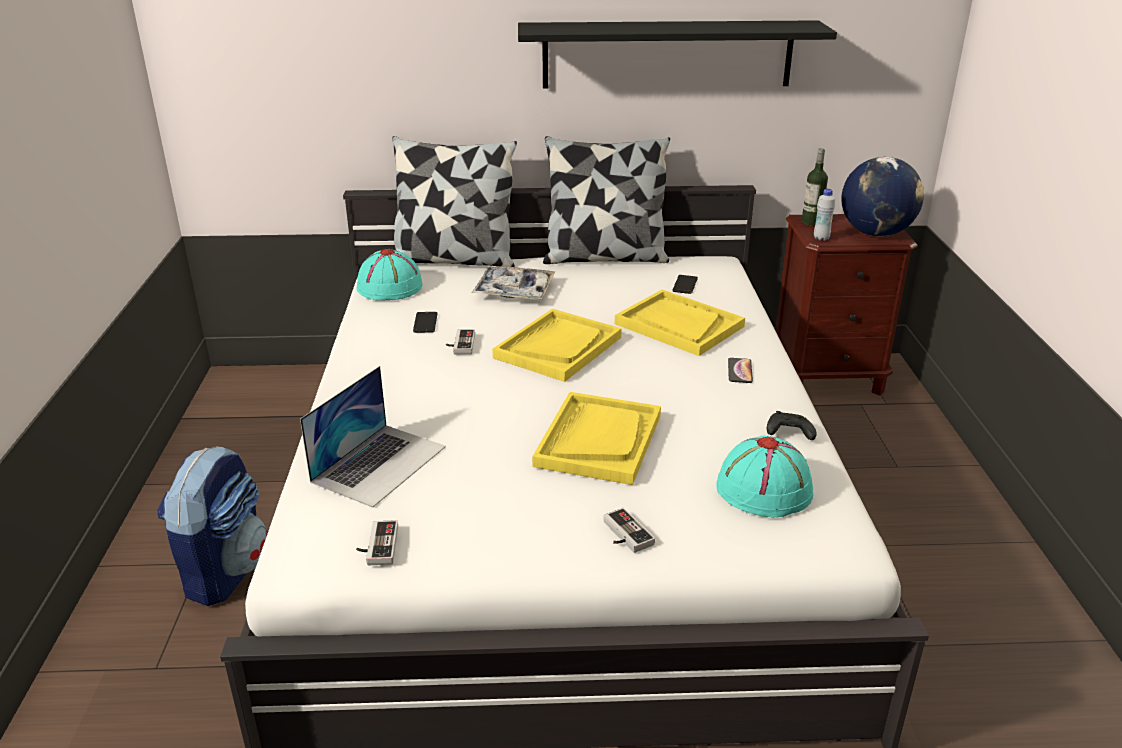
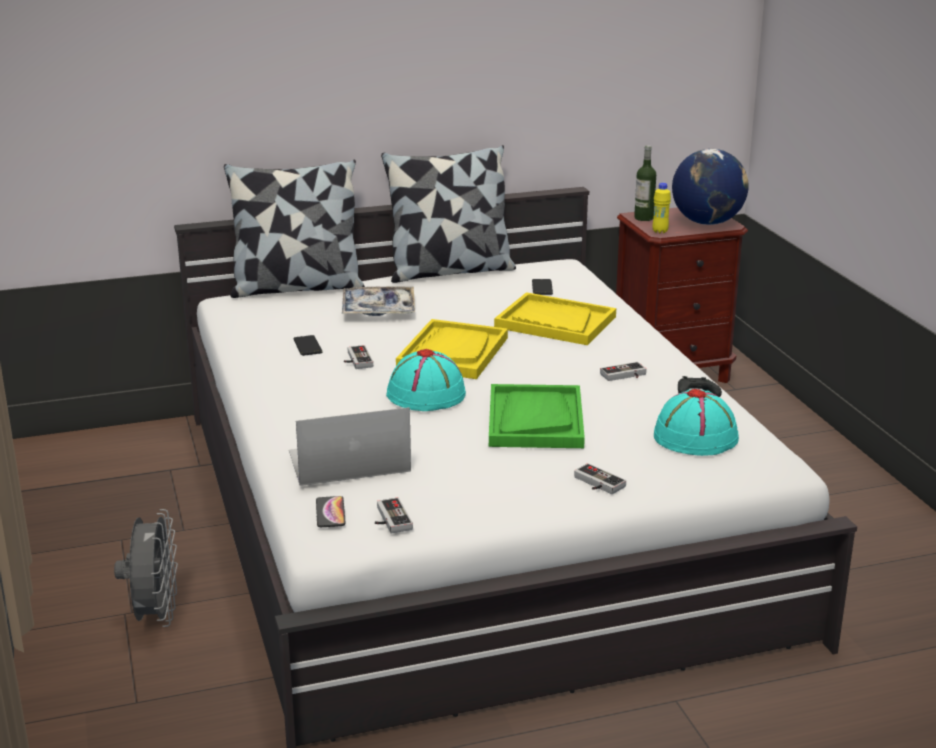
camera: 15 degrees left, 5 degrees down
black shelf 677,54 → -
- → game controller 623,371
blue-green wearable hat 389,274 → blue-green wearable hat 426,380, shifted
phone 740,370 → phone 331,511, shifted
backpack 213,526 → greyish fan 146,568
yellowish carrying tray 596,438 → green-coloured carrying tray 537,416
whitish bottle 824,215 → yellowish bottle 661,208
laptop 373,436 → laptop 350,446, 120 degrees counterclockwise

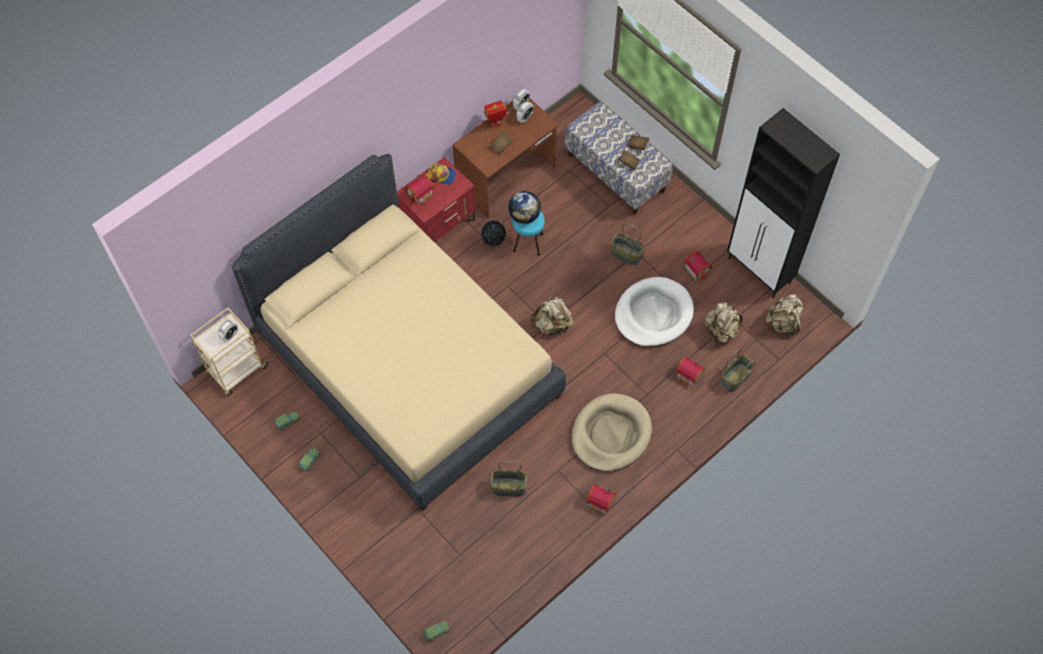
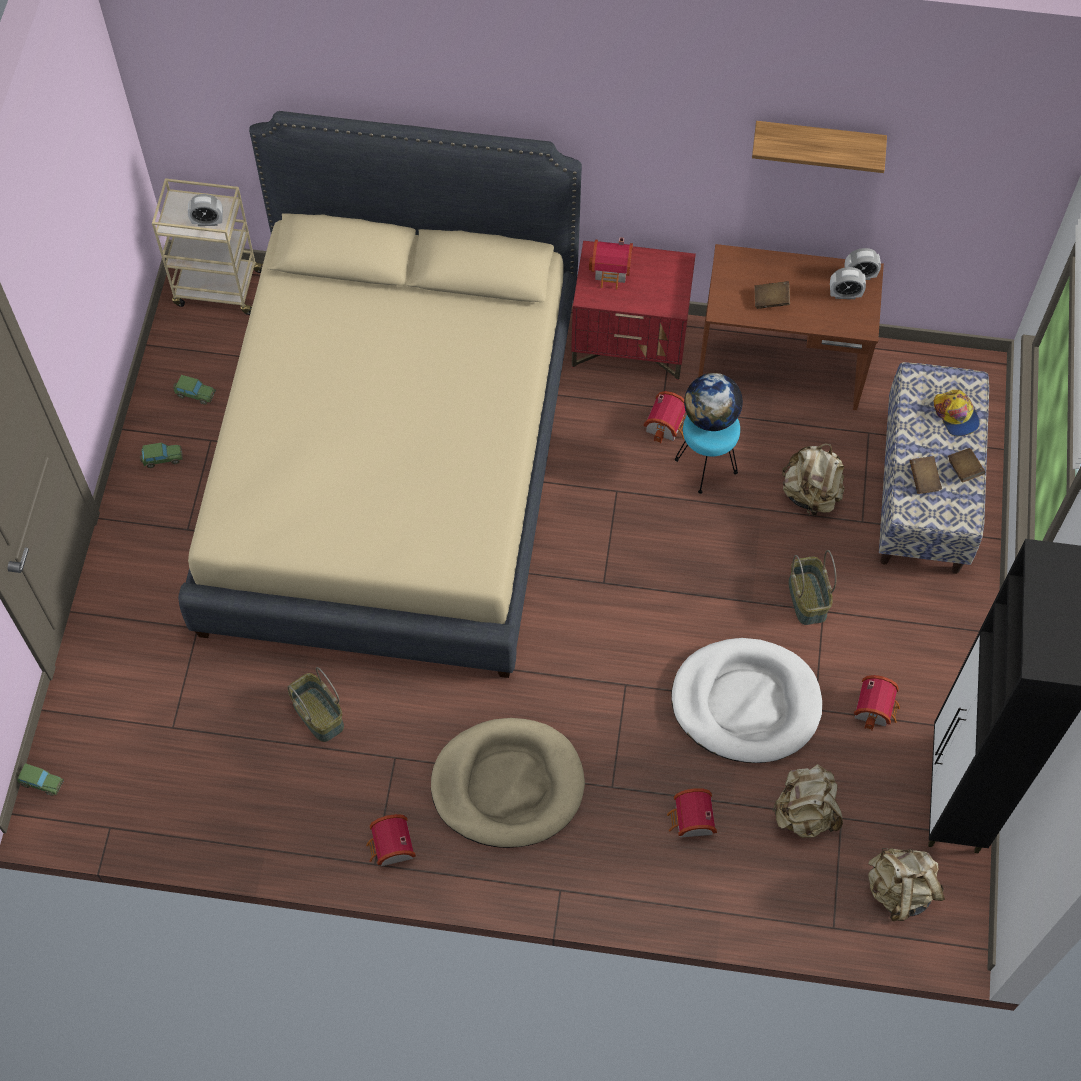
camera: 50 degrees right, 0 degrees up
model robot 495,114 → -
basket 738,370 → -
- → shelf 819,147
cap 441,174 → cap 957,413, shifted
sand-coloured backpack 552,315 → sand-coloured backpack 813,479, shifted
desk globe 493,233 → miniature house 664,417

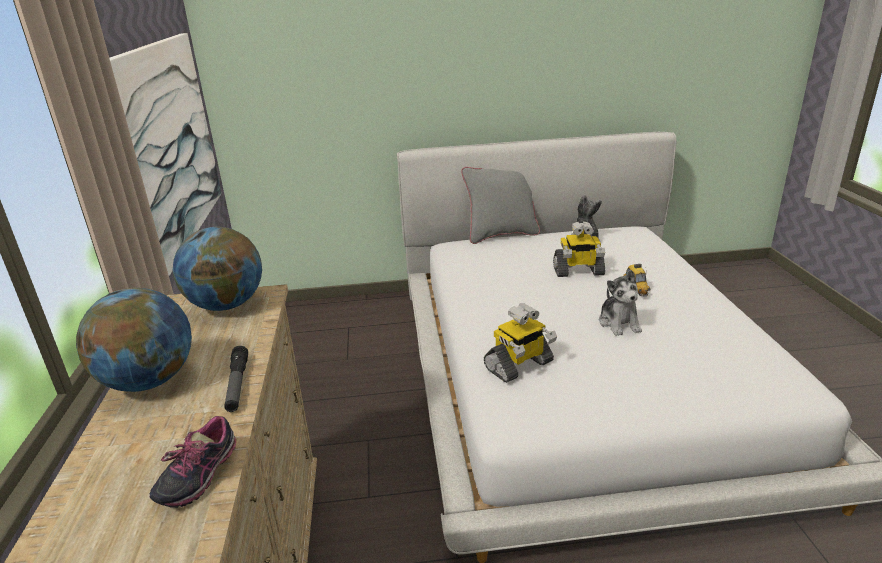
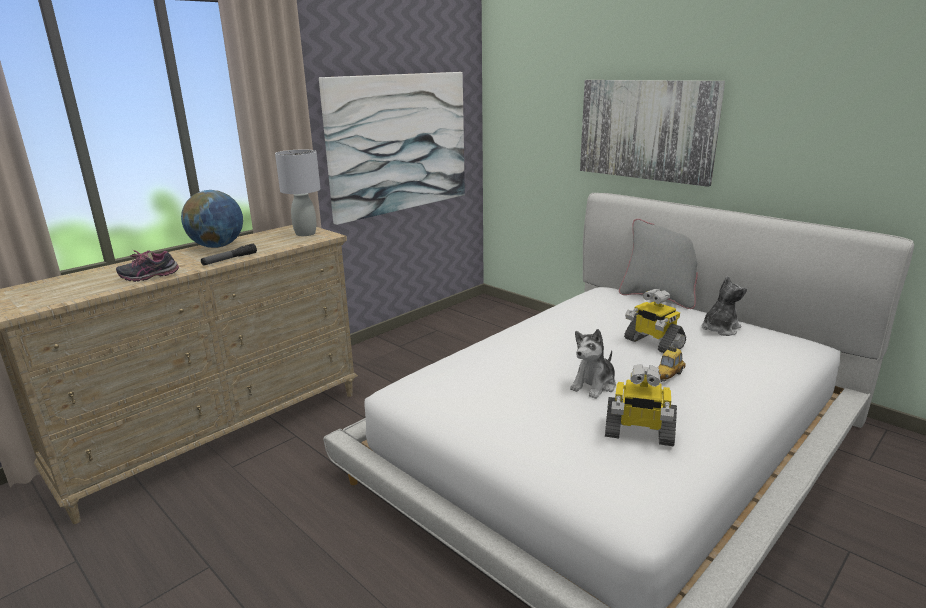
camera: 50 degrees right, 5 degrees down
- → wall picture 652,133
model robot 520,343 → model robot 641,405, shifted
desk globe 217,269 → greyish table lamp 297,193

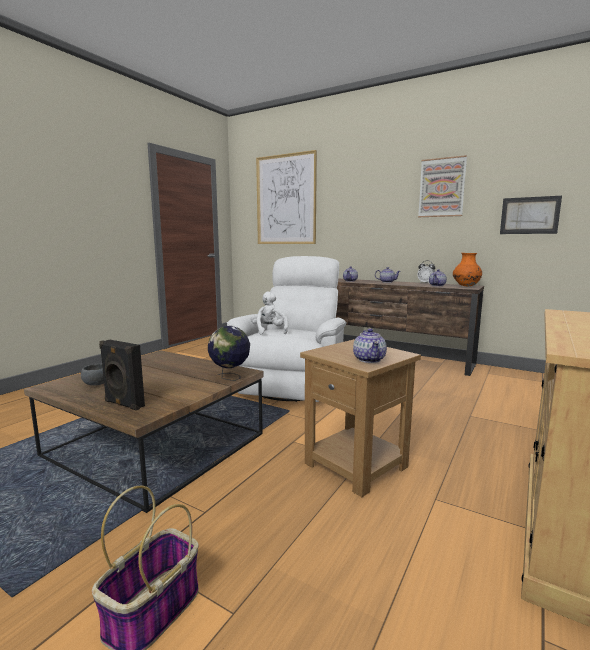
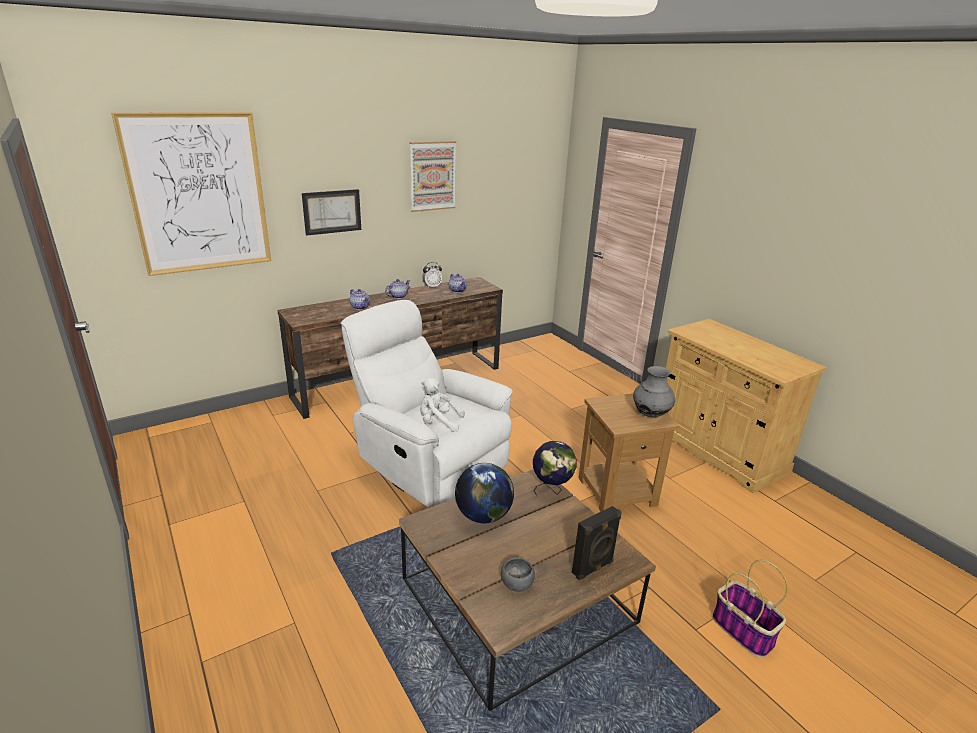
camera: 65 degrees left, 15 degrees up
orange-coloured decorative vase 467,269 → -
- → desk globe 484,493
wall picture 531,215 → wall picture 331,212, shifted
pot for tea 370,345 → greyish decorative vase 654,391

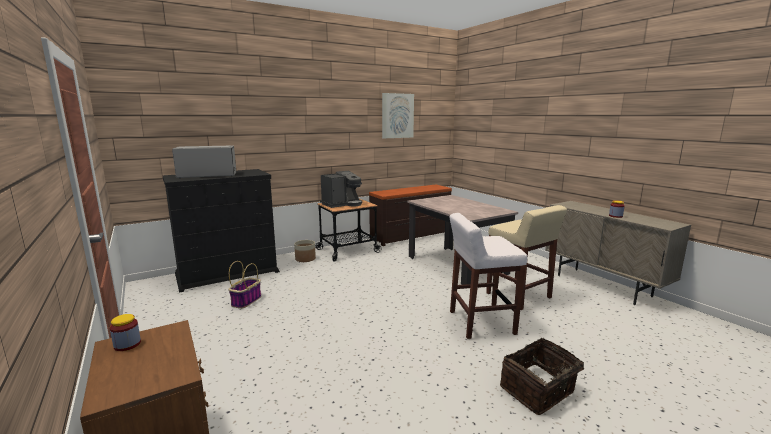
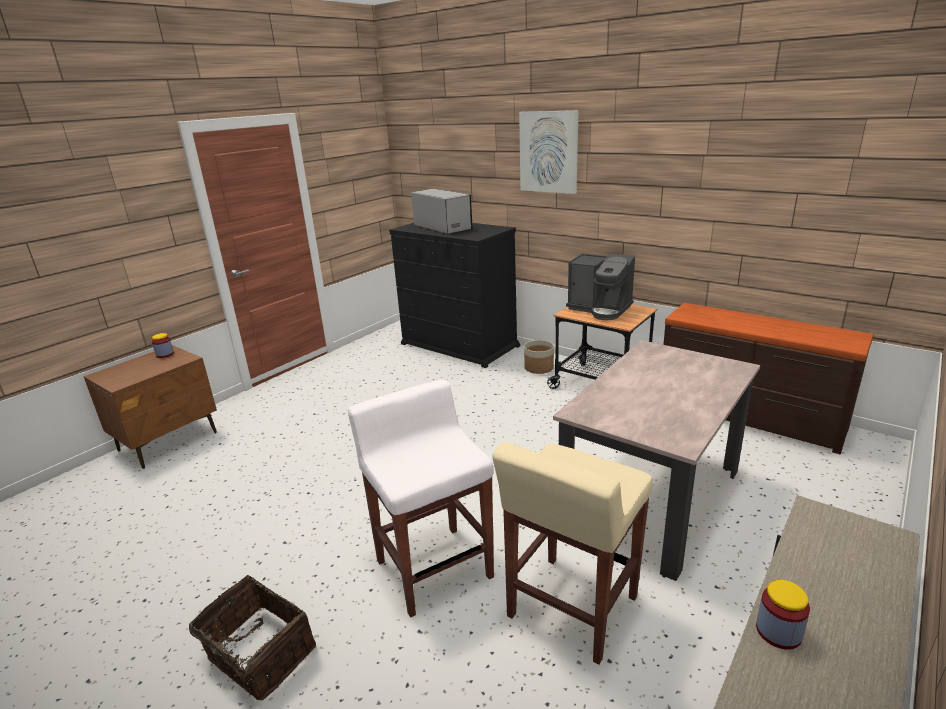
camera: 70 degrees right, 10 degrees up
basket 244,285 → -
wall picture 398,116 → wall picture 549,152, shifted

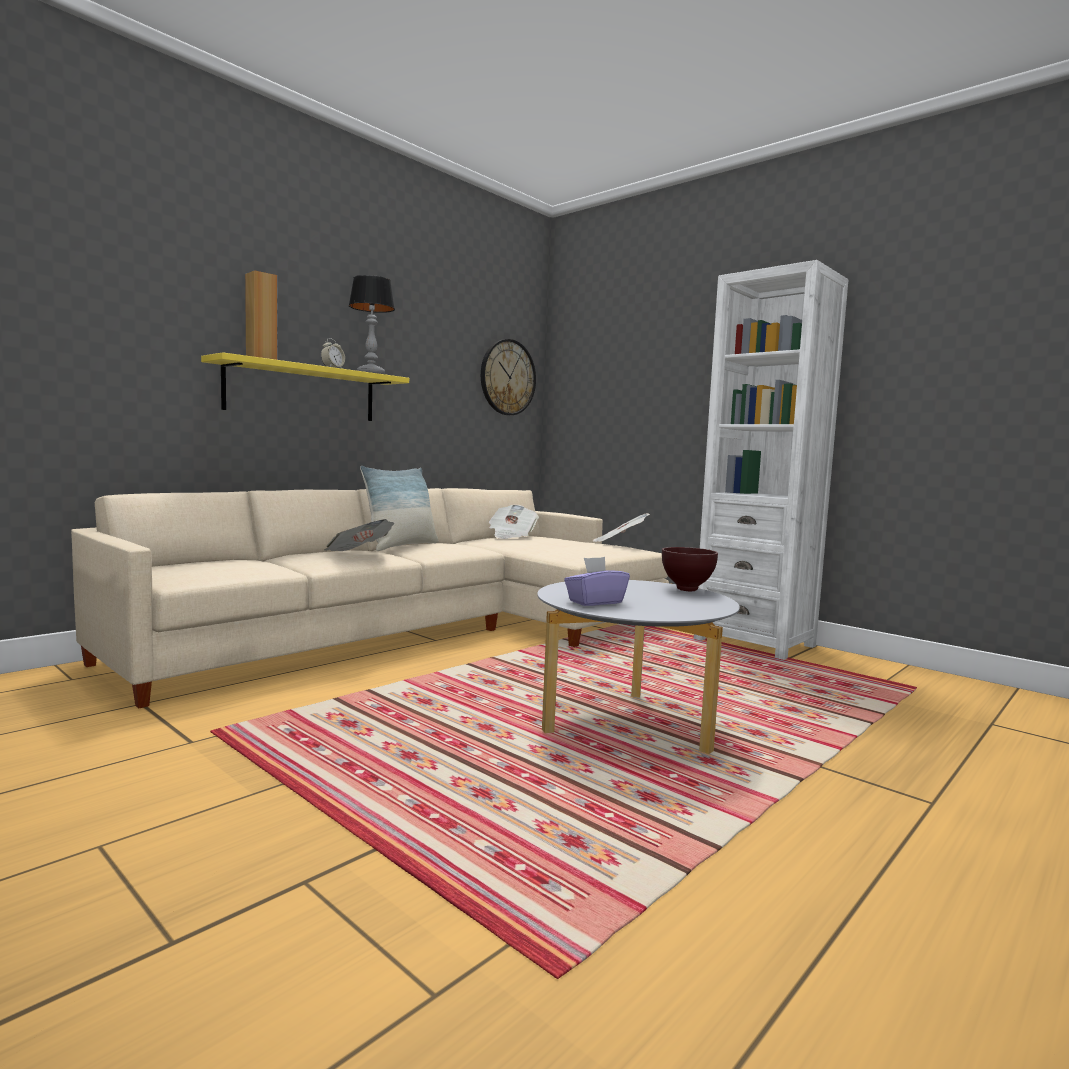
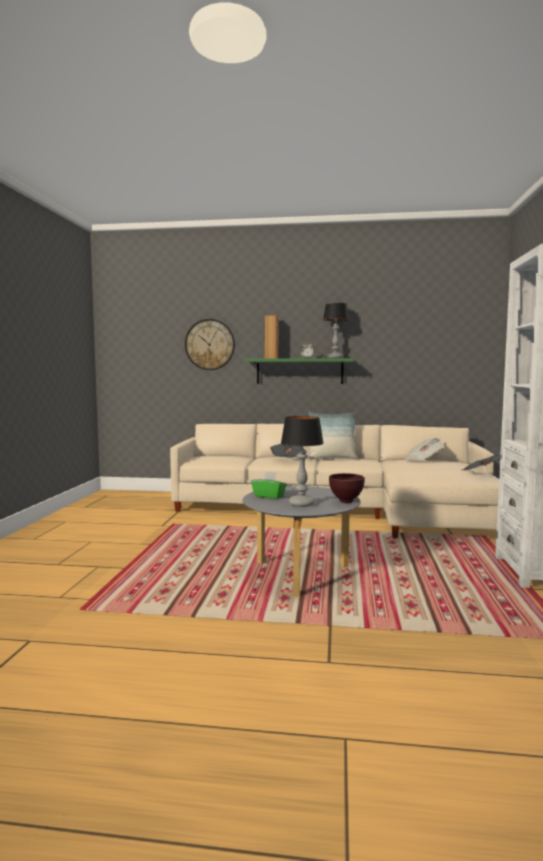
camera: 55 degrees right, 0 degrees up
- → table lamp 302,461
clock on the wall 508,377 → clock on the wall 210,344, shifted
yellowish shelf 305,386 → green-coloured shelf 299,371
purple box of tissues 597,581 → green-coloured box of tissues 269,485

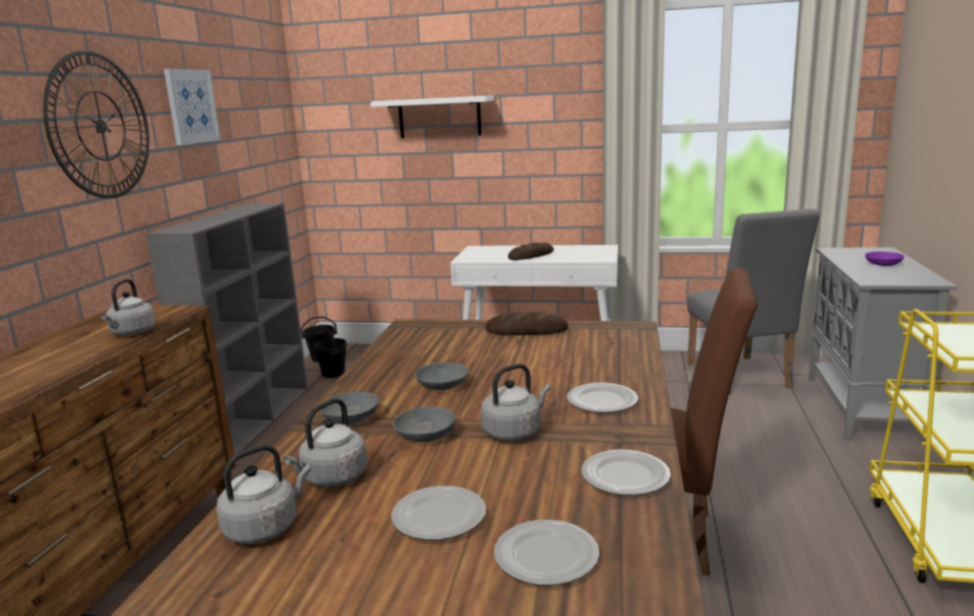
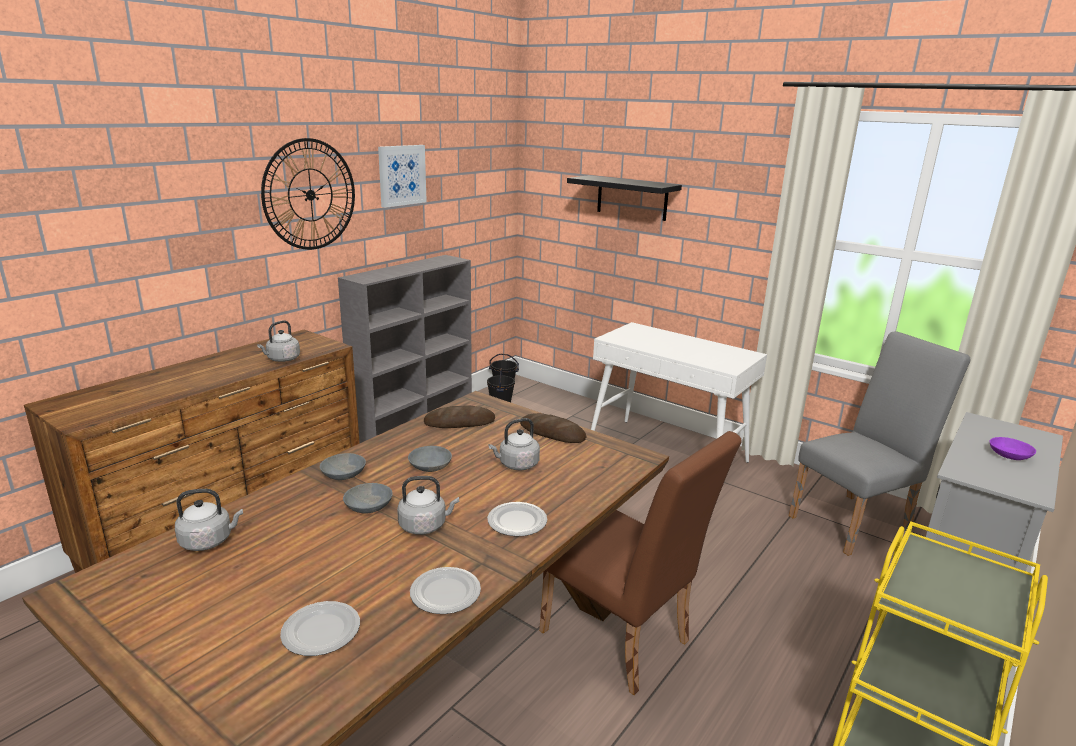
camera: 25 degrees right, 5 degrees up
dinner plate 438,513 → -
greyish water kettle 325,442 → greyish water kettle 514,444, shifted
baked bread 531,251 → baked bread 459,416, shifted
whitish shelf 432,116 → black shelf 624,198
greyish upright chair 753,302 → greyish upright chair 880,443, 135 degrees counterclockwise

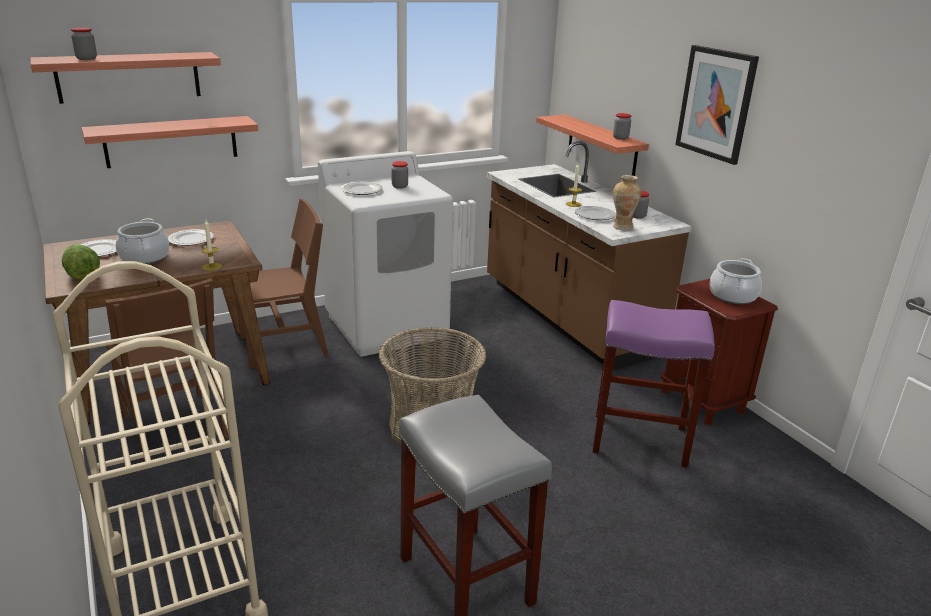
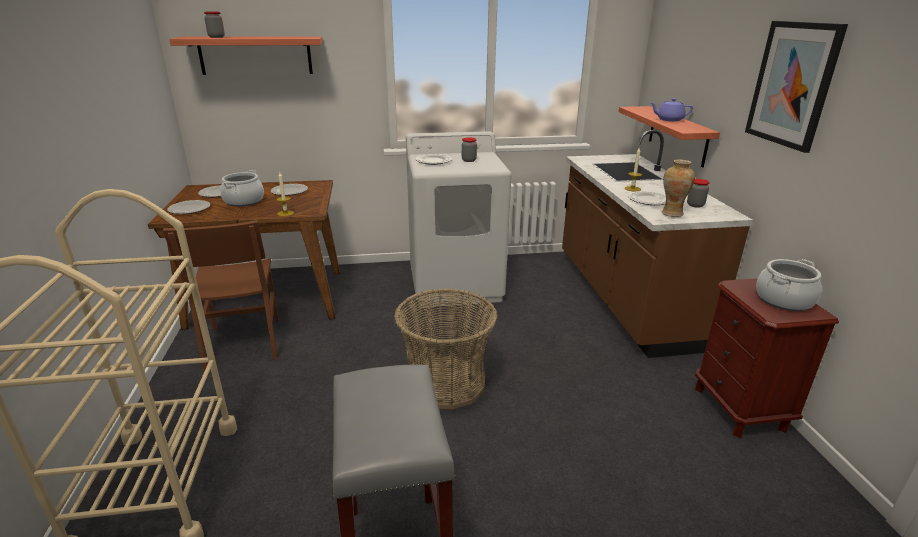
camera: 20 degrees right, 0 degrees up
shelf 169,142 → -
brown upright chair 282,284 → -
purple sitting stool 654,383 → -
preserve jar 622,126 → -
- → purple pot for tea 672,109
lettuce head 81,262 → dinner plate 188,207

